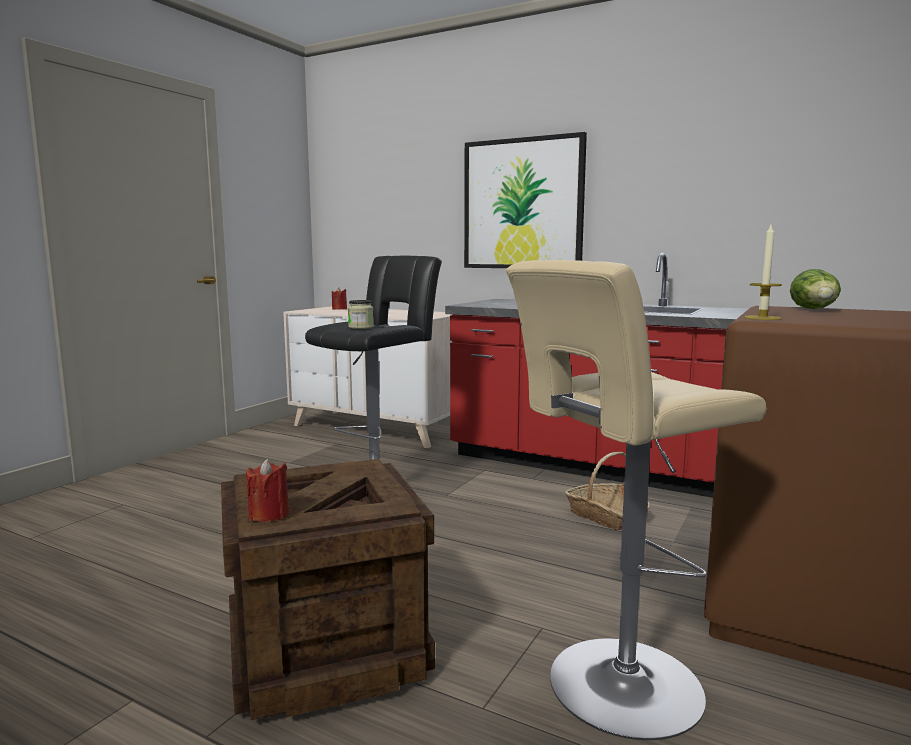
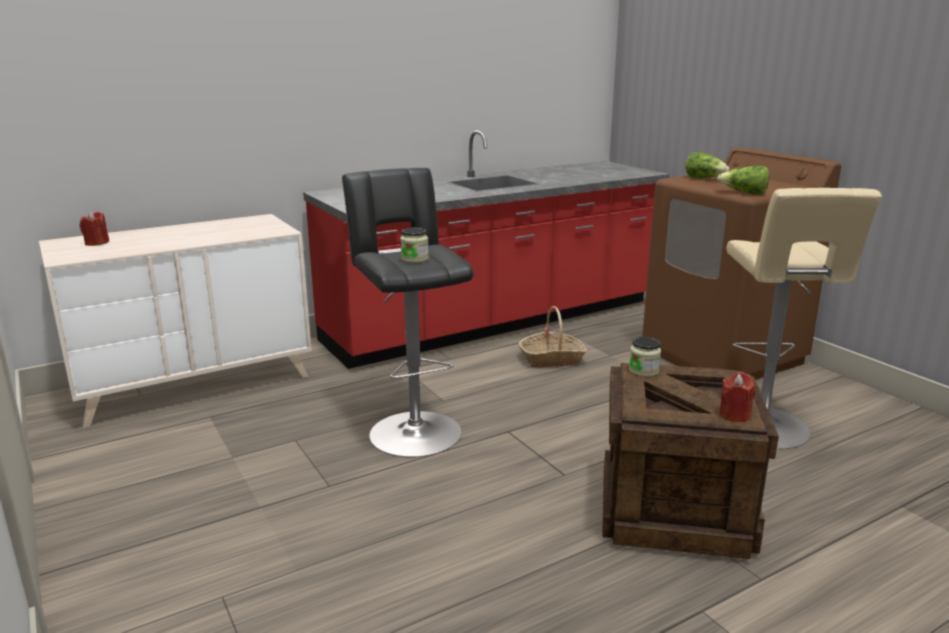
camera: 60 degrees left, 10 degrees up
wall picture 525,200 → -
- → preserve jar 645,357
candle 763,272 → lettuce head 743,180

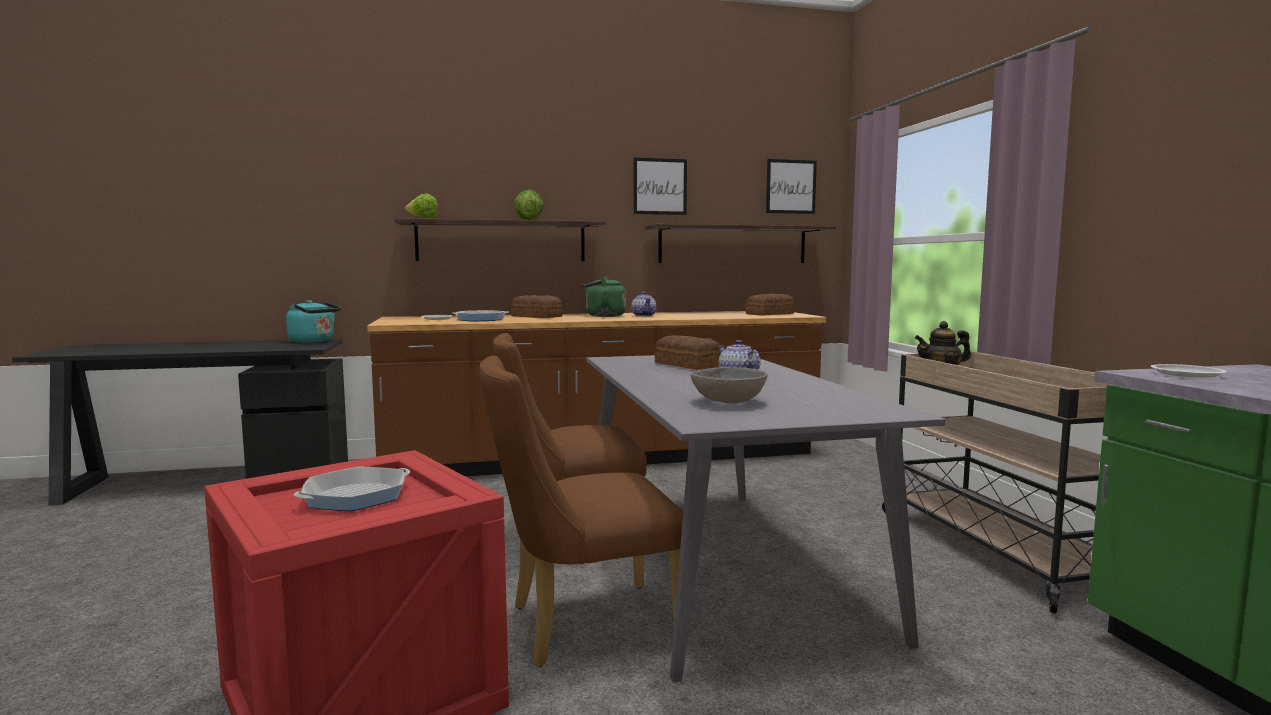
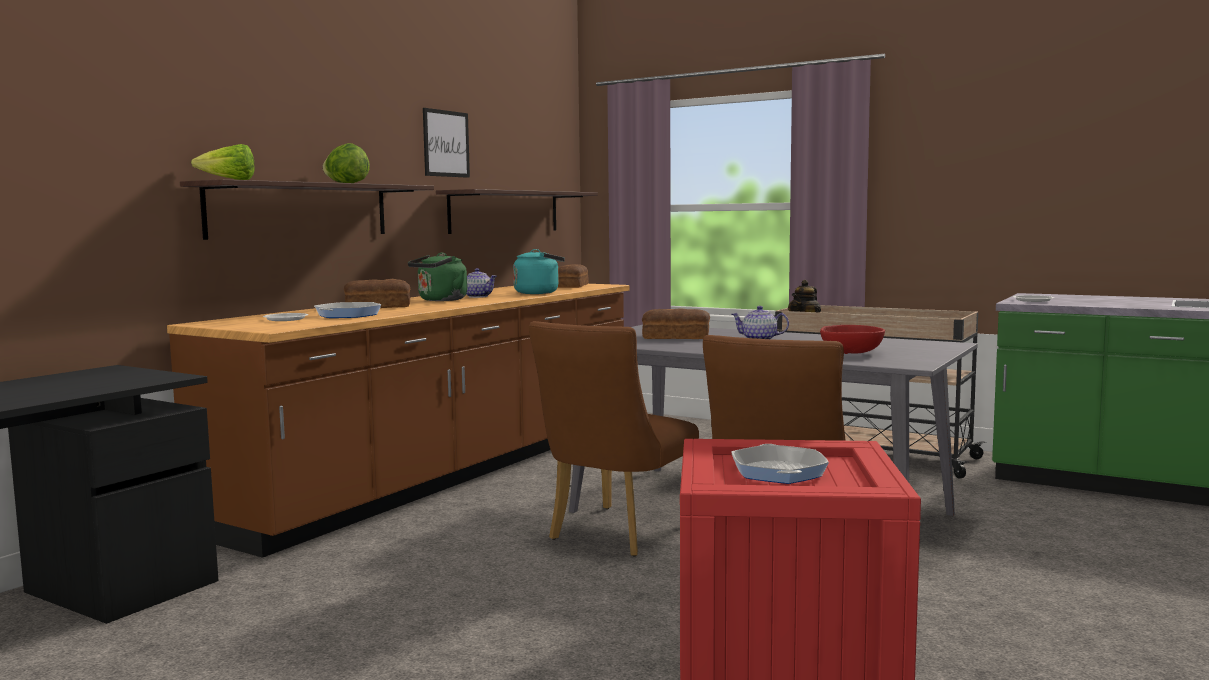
camera: 45 degrees left, 0 degrees up
wall picture 791,186 → -
blue-green water kettle 313,321 → blue-green water kettle 539,271, shifted
greyish deep dish 729,385 → red-coloured deep dish 852,339

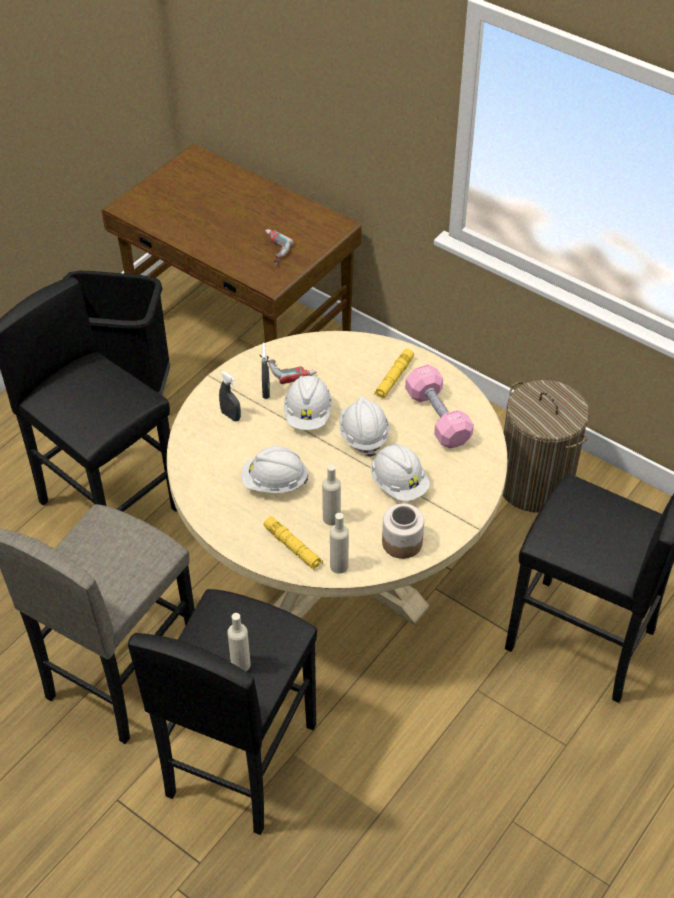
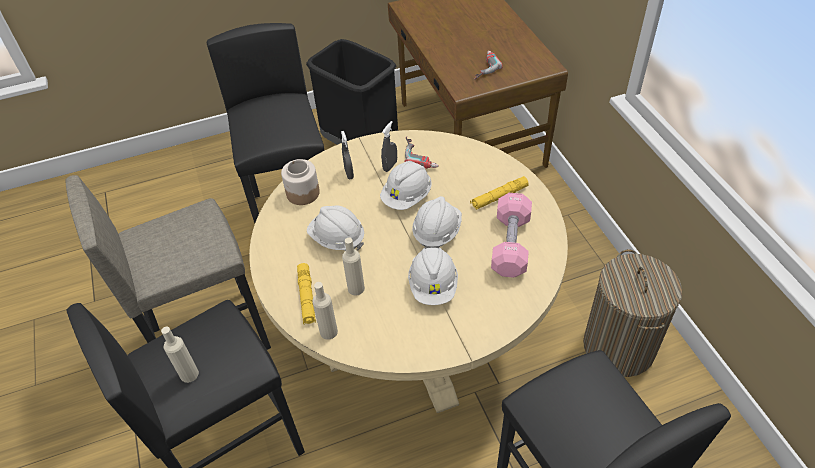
camera: 35 degrees right, 0 degrees up
preserve jar 403,531 → preserve jar 300,182, shifted

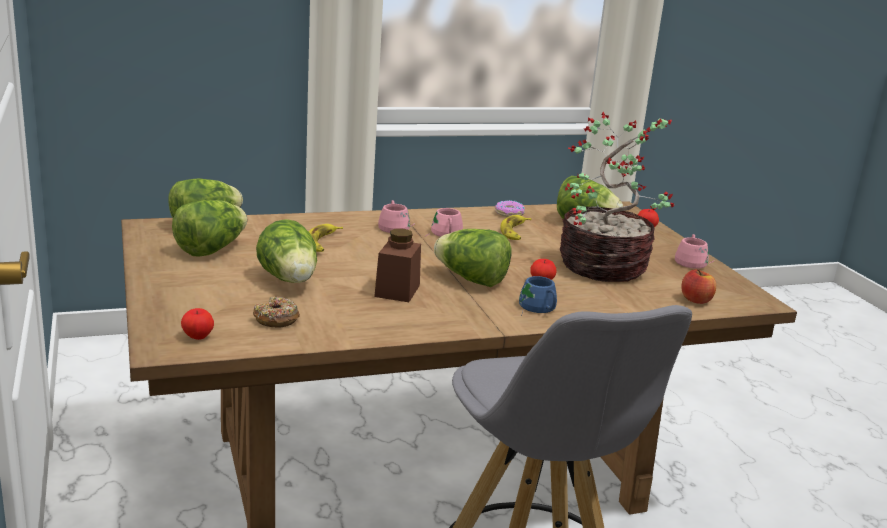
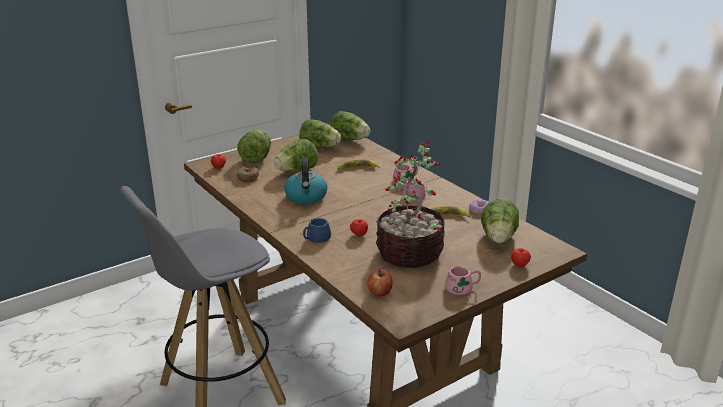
camera: 75 degrees right, 5 degrees up
lettuce head 472,258 → lettuce head 254,146, shifted
brown preserve jar 397,265 → water kettle 305,181

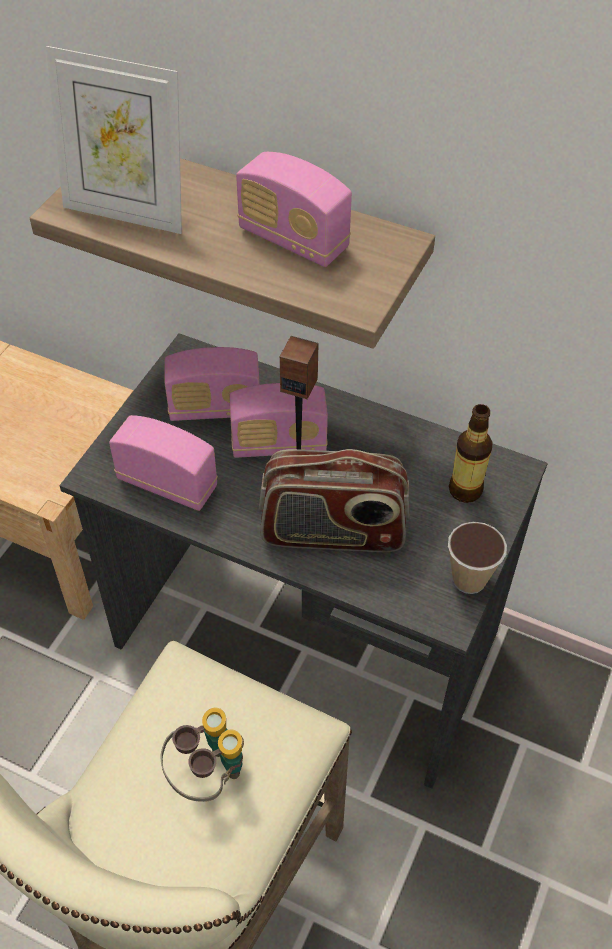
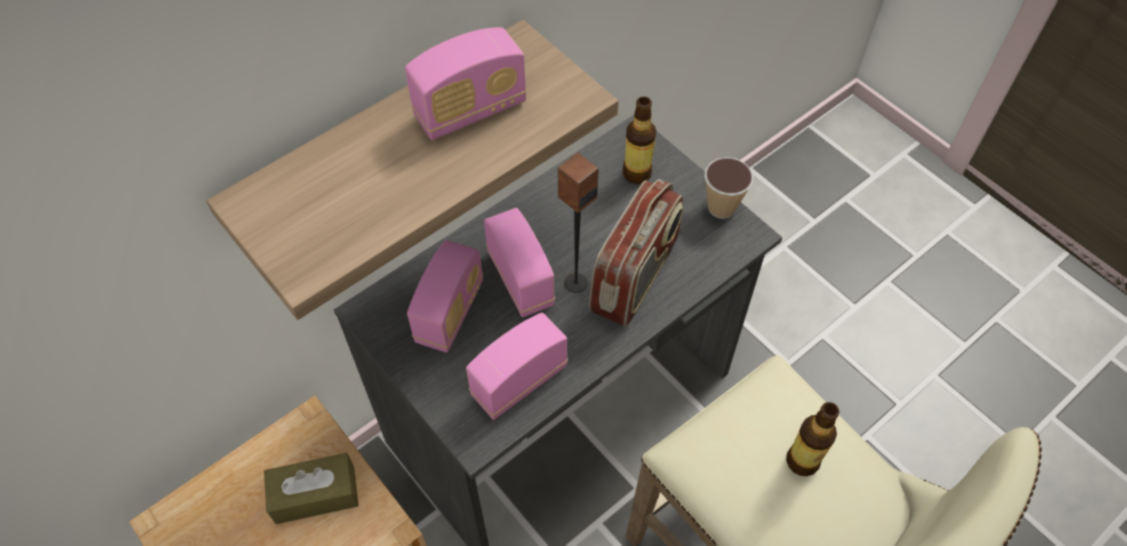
camera: 65 degrees left, 5 degrees up
photo frame 114,140 → -
- → brown box of tissues 311,488
field glasses 202,755 → bottle 812,439
radio set 278,420 → radio set 519,262, 45 degrees counterclockwise

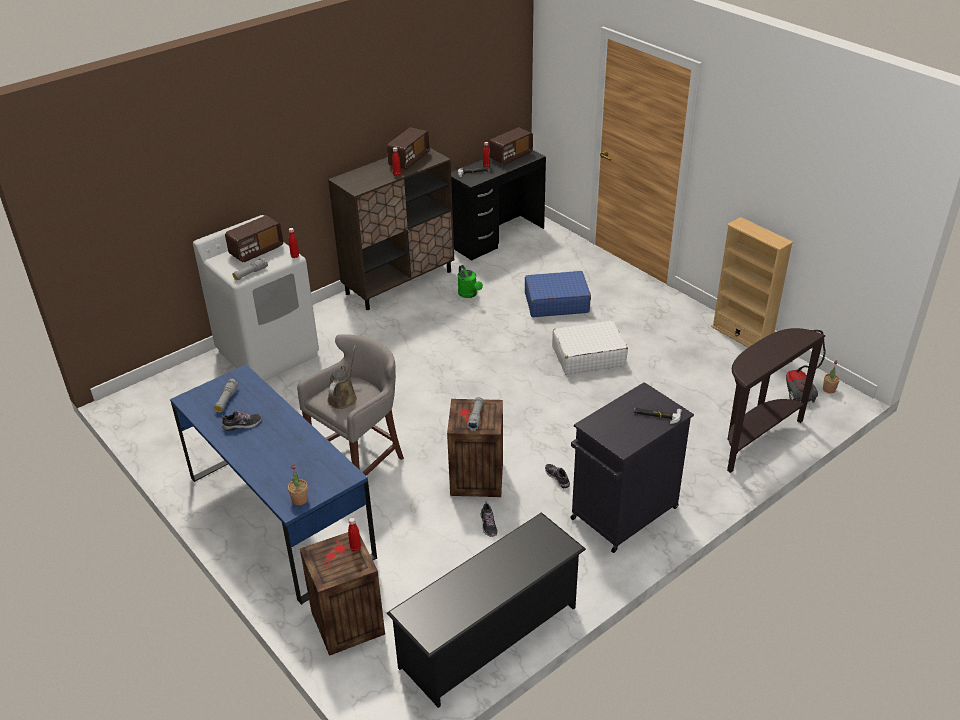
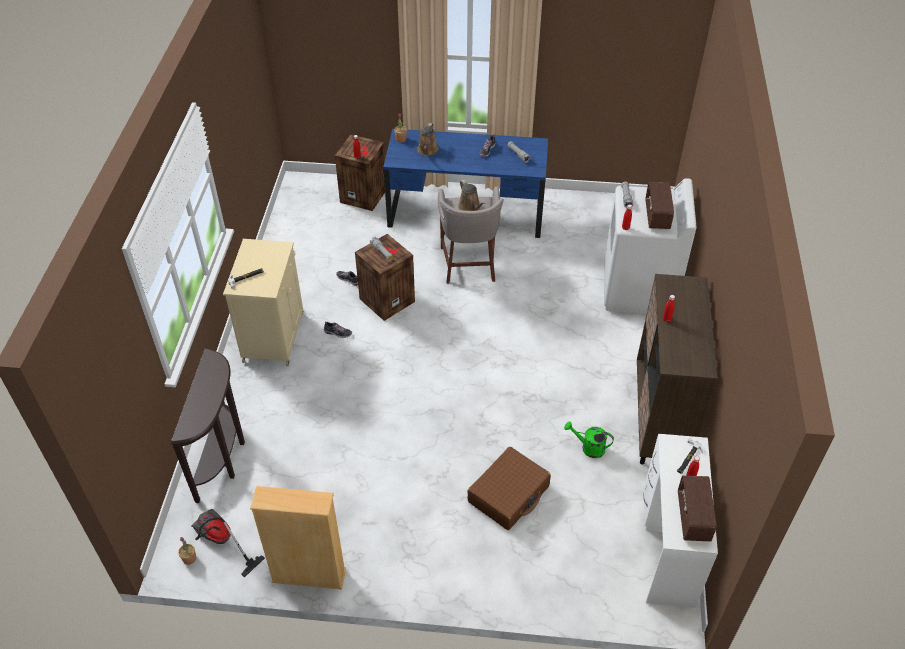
camera: 135 degrees right, 10 degrees up
black shoe rack 486,610 → -
radio set 408,148 → -
whitish piece of luggage 590,347 → -
- → brown watering can 428,139
black desk 498,205 → whitish desk 680,521
blue-coloured piece of luggage 558,294 → brown piece of luggage 509,488
black cupboard 632,467 → sand-coloured cupboard 263,303

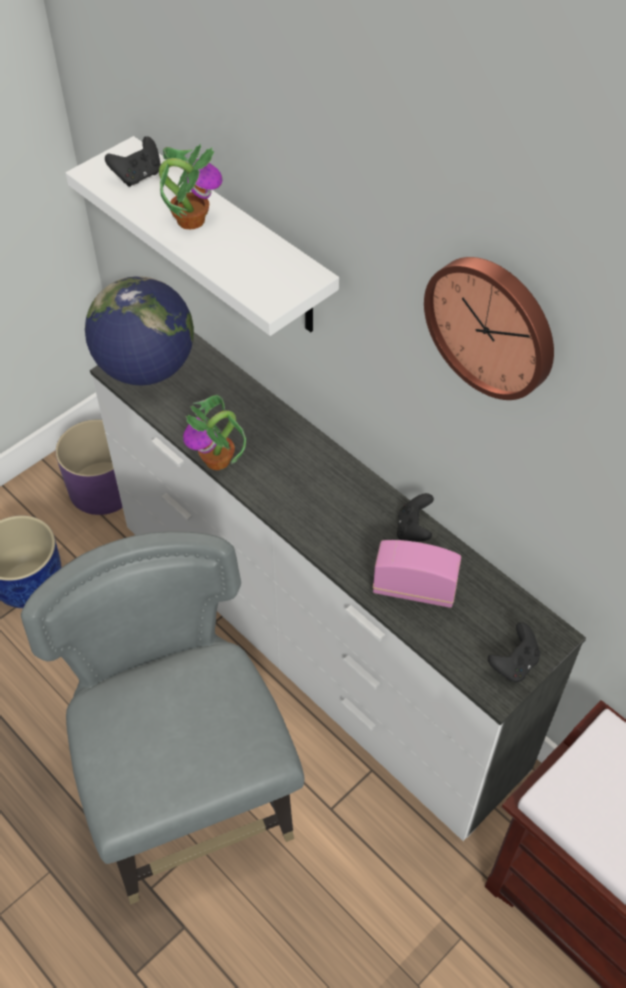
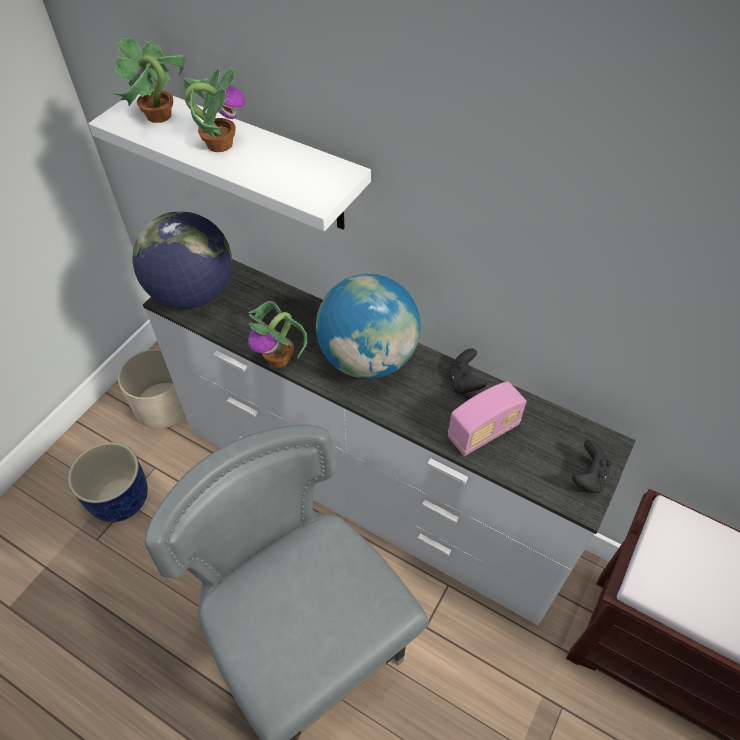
camera: 15 degrees left, 0 degrees up
clock on the wall 489,328 → -
- → desk globe 368,326
black game controller 133,161 → potted plant 148,80
purple plant pot 89,467 → sand-coloured plant pot 152,389
radio set 417,574 → radio set 487,418, 150 degrees clockwise

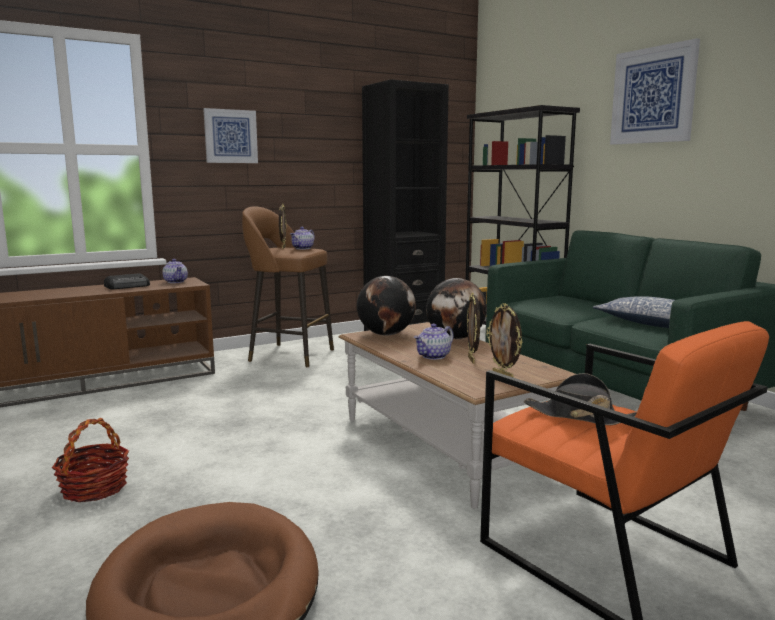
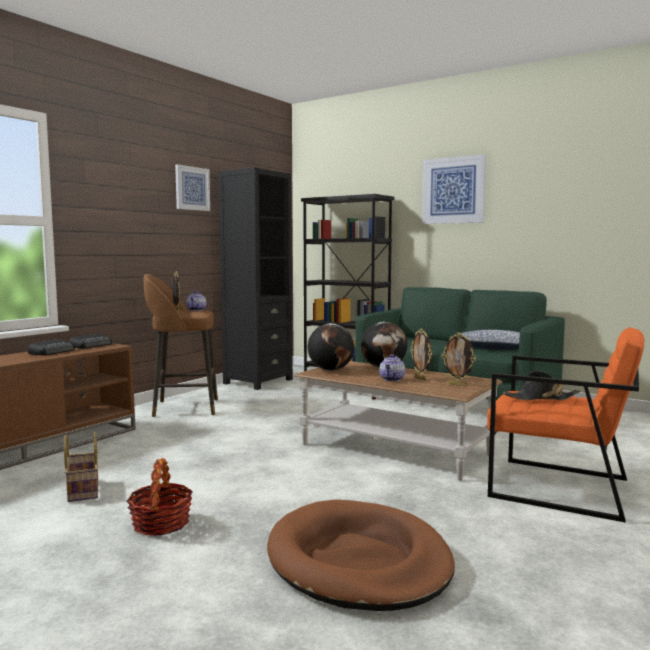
camera: 25 degrees left, 5 degrees down
- → basket 81,467
wall picture 230,135 → wall picture 192,187, shifted
pot for tea 175,271 → radio set 90,341

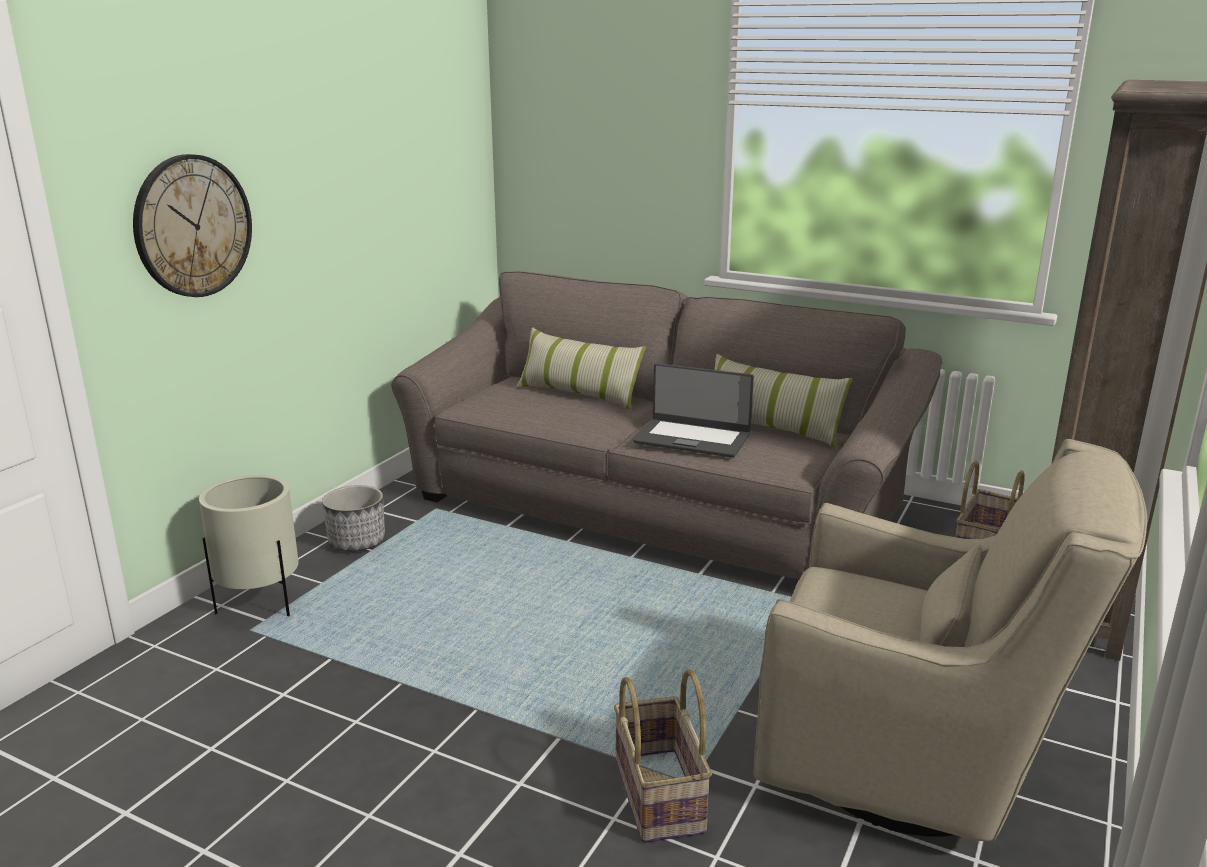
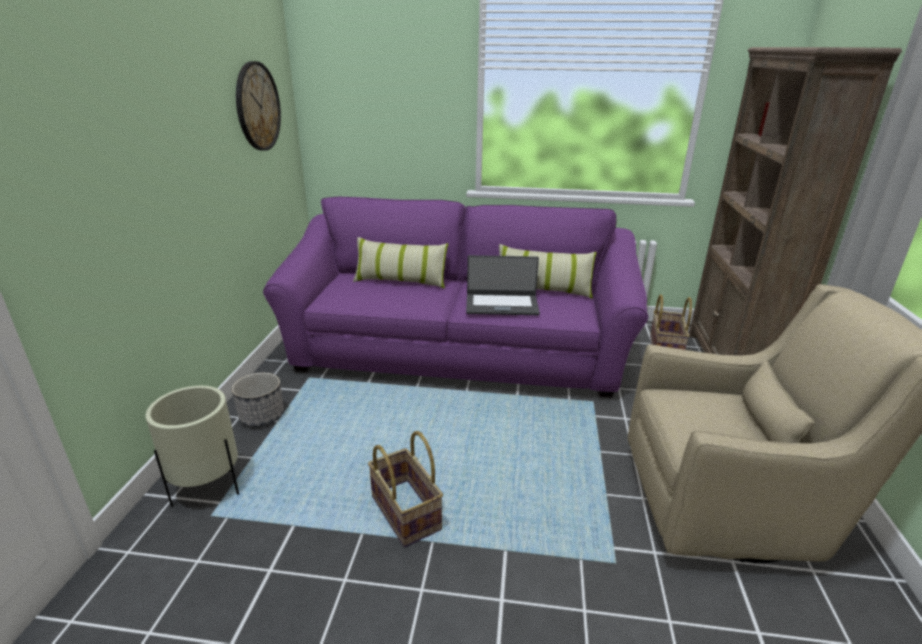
camera: 20 degrees left, 5 degrees up
clock on the wall 192,225 → clock on the wall 258,106, shifted
basket 663,756 → basket 405,489, shifted
brown couch 666,425 → purple couch 455,297

